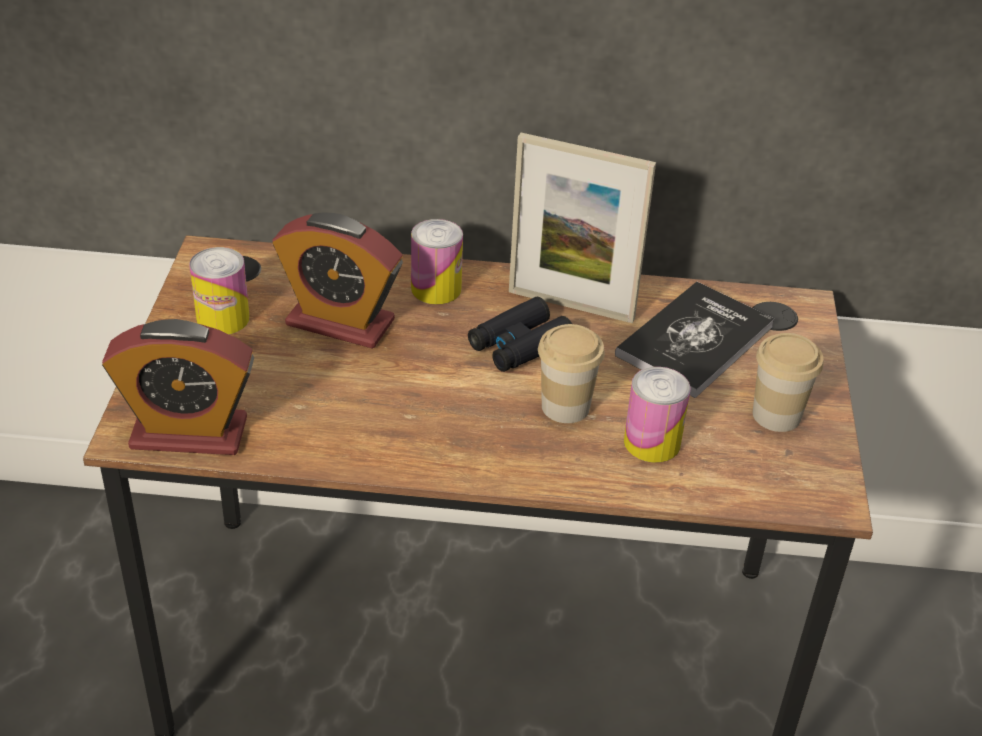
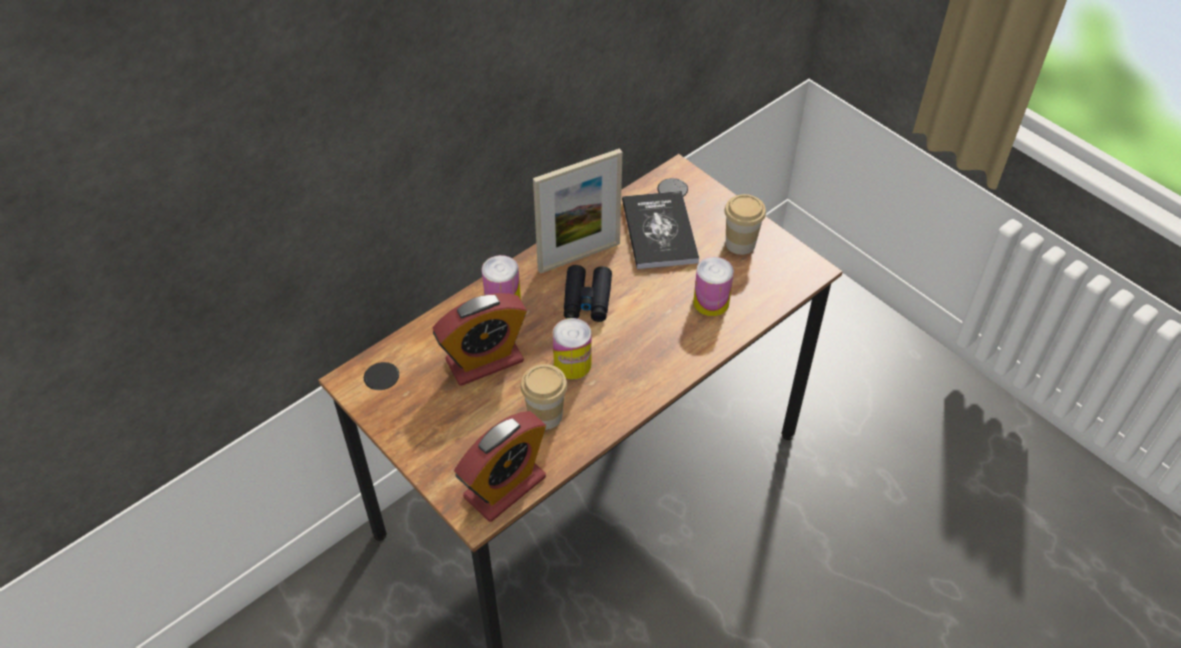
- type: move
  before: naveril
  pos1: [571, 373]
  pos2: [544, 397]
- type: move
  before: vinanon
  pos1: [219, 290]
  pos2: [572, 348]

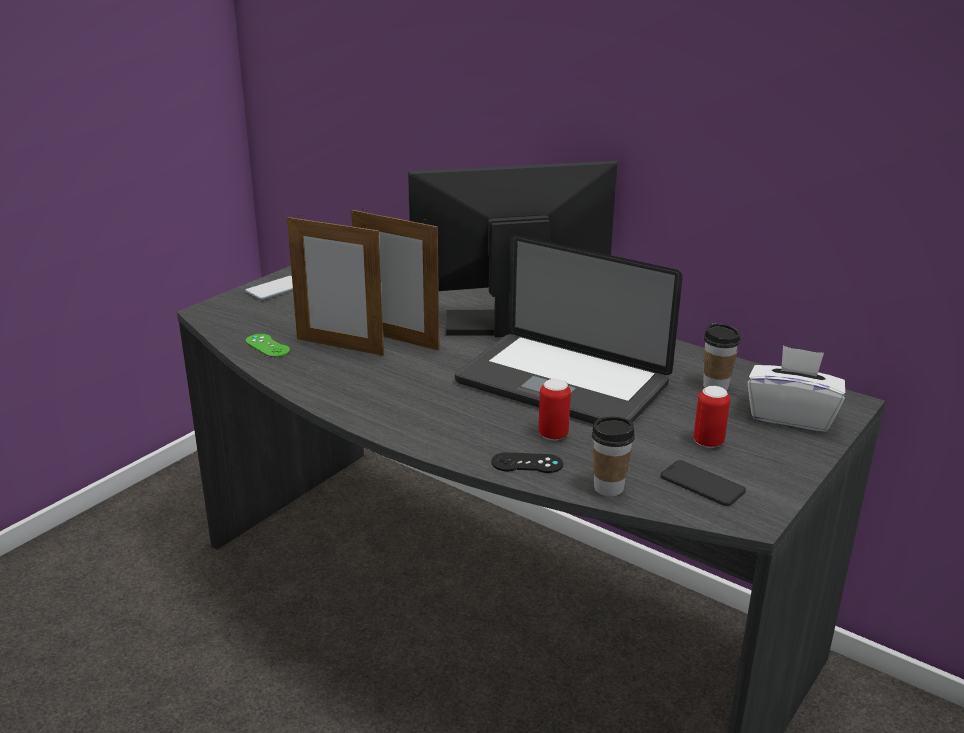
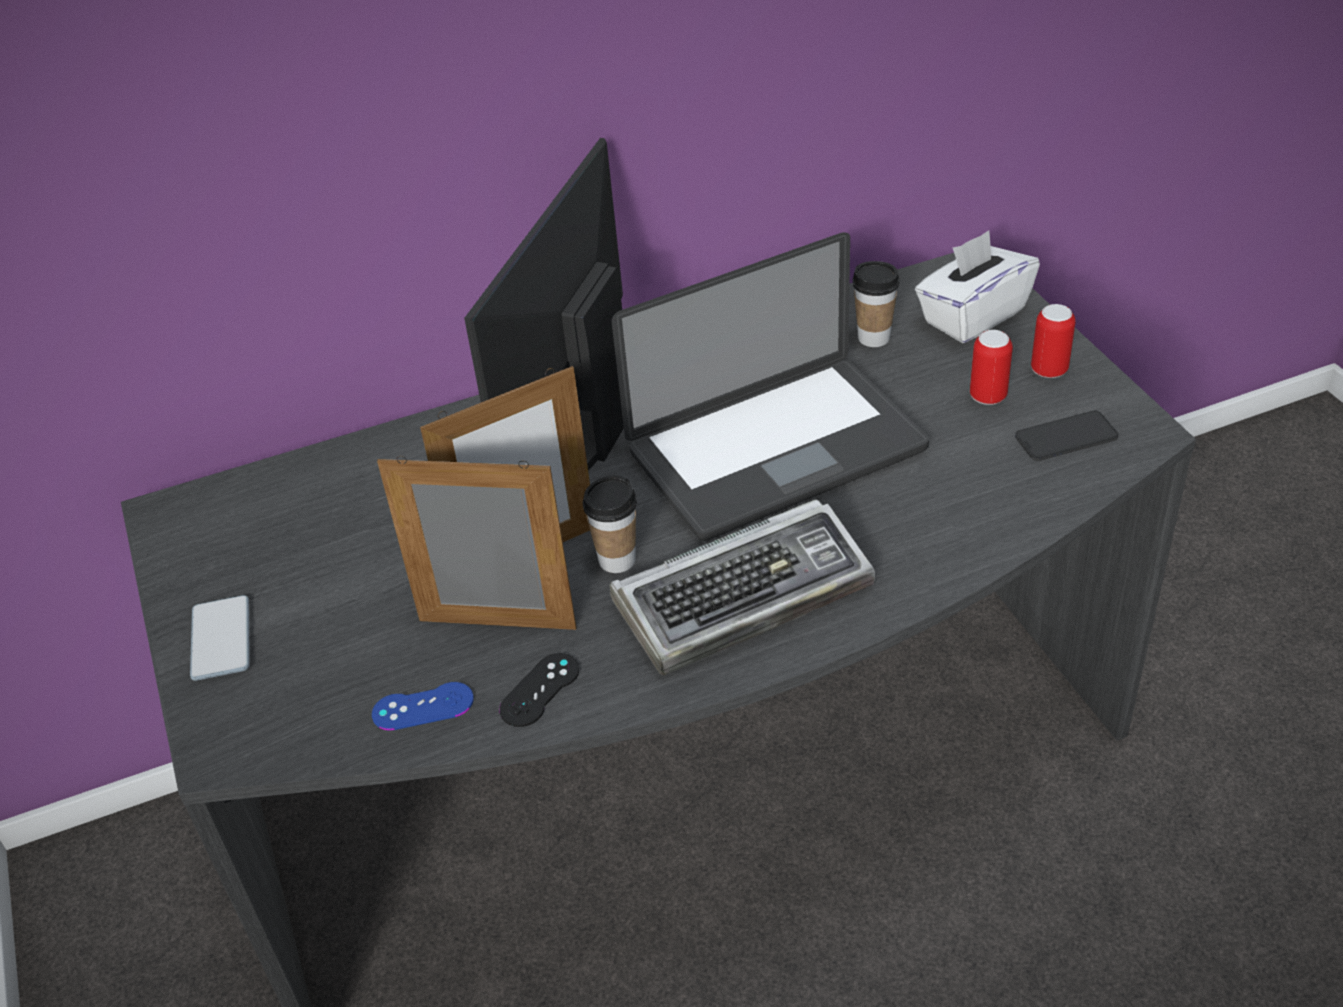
- type: recolor
  before: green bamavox
  after: blue bamavox
  pos1: [267, 346]
  pos2: [423, 706]
- type: rotate
  before: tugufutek
  pos1: [335, 285]
  pos2: [476, 543]
  turn: -135
- type: move
  before: black bamavox
  pos1: [527, 462]
  pos2: [539, 690]
- type: move
  before: naveril
  pos1: [613, 456]
  pos2: [610, 524]
- type: insert
  after: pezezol
  pos2: [742, 587]
- type: move
  before: vinanon
  pos1: [554, 409]
  pos2: [1053, 341]

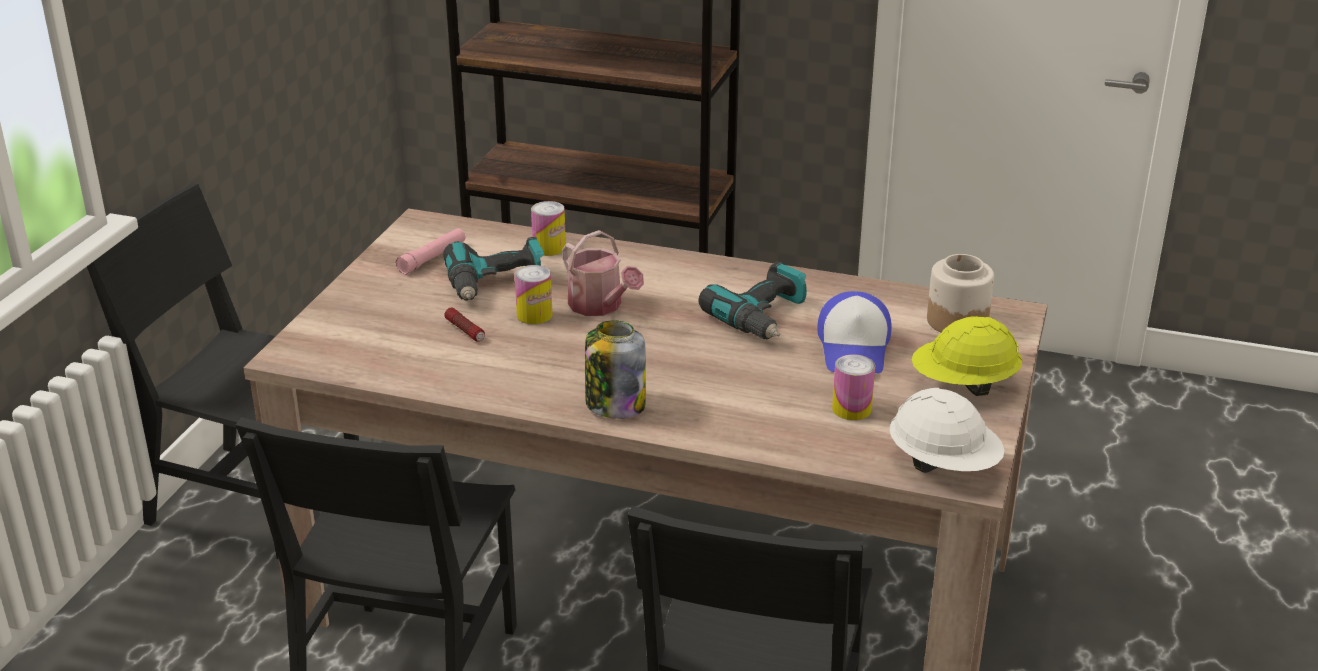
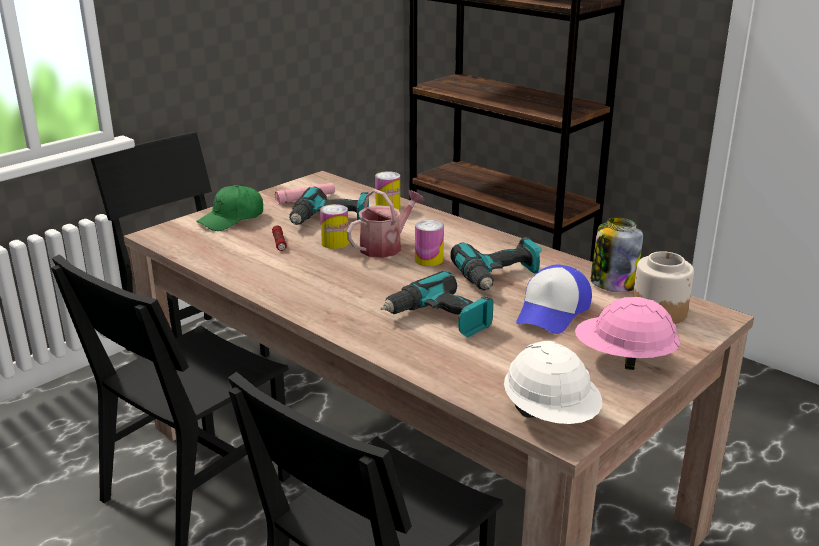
- type: insert
  after: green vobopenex
  pos2: [229, 208]
- type: rotate
  before: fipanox
  pos1: [603, 273]
  pos2: [385, 223]
  turn: -120
- type: insert
  after: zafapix
  pos2: [437, 304]
- type: move
  before: vinanon
  pos1: [853, 387]
  pos2: [429, 243]
- type: recolor
  before: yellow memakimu
  after: pink memakimu
  pos1: [967, 356]
  pos2: [627, 333]
- type: move
  before: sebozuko
  pos1: [615, 369]
  pos2: [617, 254]

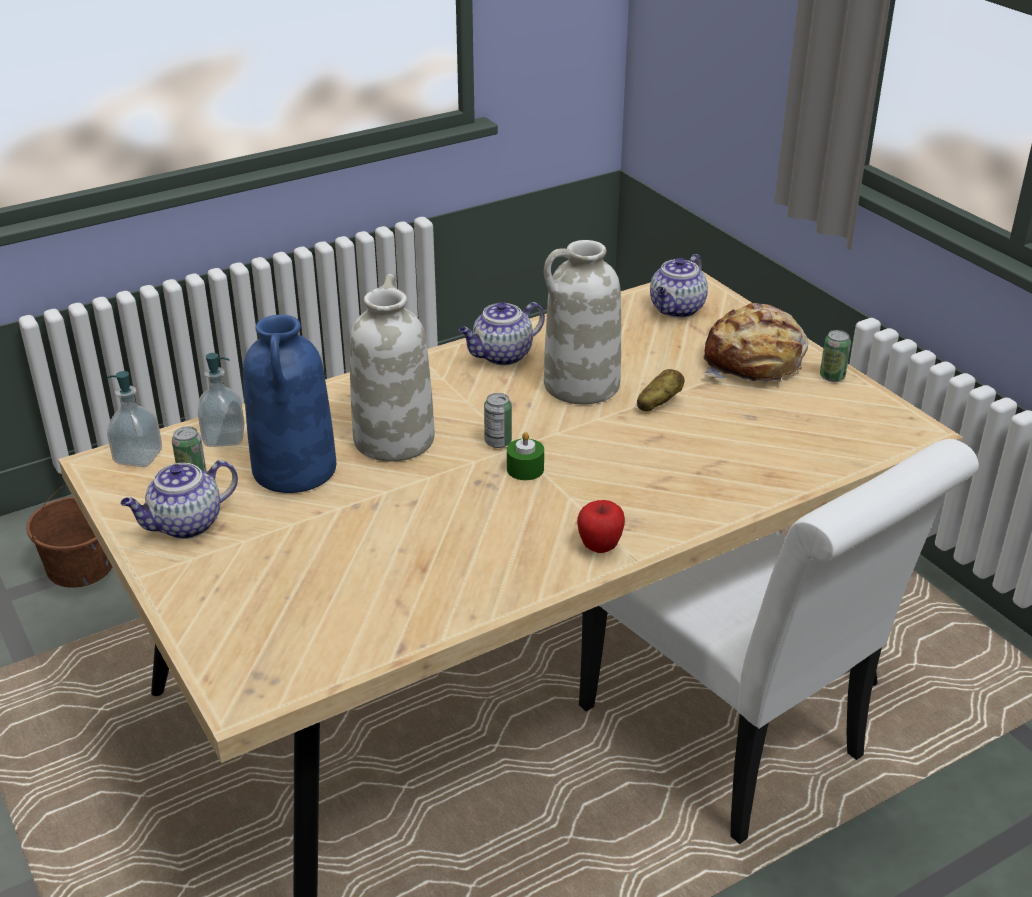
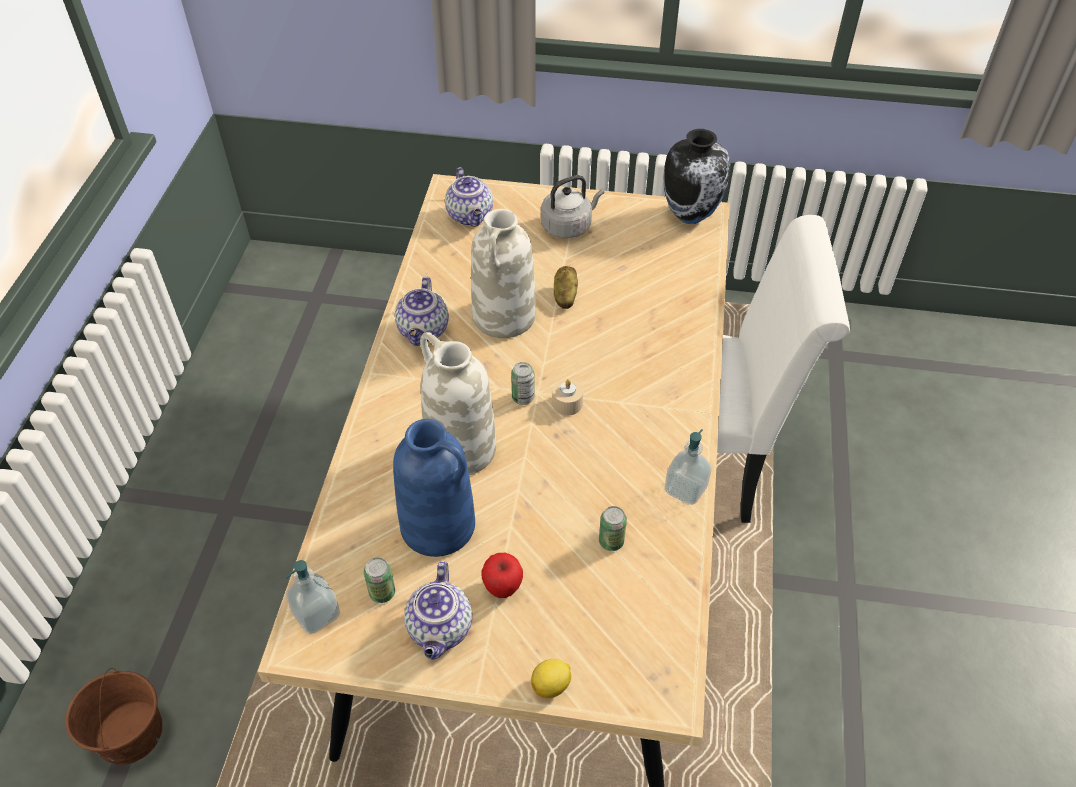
- type: move
  before: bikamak
  pos1: [601, 526]
  pos2: [502, 575]
- type: insert
  after: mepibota
  pos2: [551, 678]
- type: replace
  before: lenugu
  after: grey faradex
  pos1: [755, 343]
  pos2: [572, 206]
- type: recolor
  before: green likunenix
  after: beige likunenix
  pos1: [525, 456]
  pos2: [567, 397]
- type: move
  before: vinanon
  pos1: [835, 356]
  pos2: [613, 528]
- type: insert
  after: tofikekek
  pos2: [697, 176]
- type: move
  before: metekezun
  pos1: [221, 400]
  pos2: [688, 467]

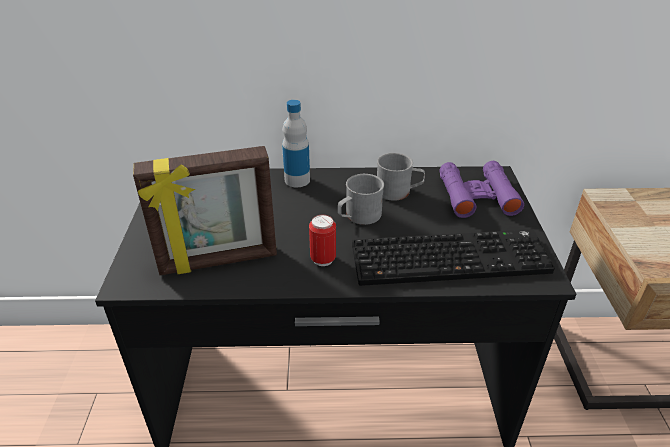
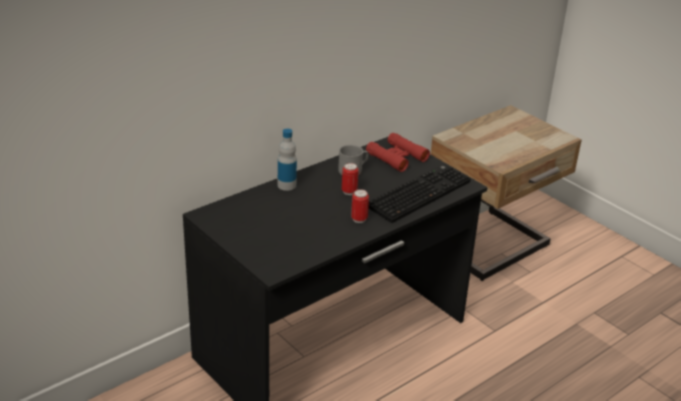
- type: replace
  before: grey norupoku
  after: vinanon
  pos1: [361, 199]
  pos2: [350, 179]
- type: recolor
  before: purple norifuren
  after: red norifuren
  pos1: [482, 189]
  pos2: [398, 152]
- type: delete
  before: tugufutek
  pos1: [205, 210]

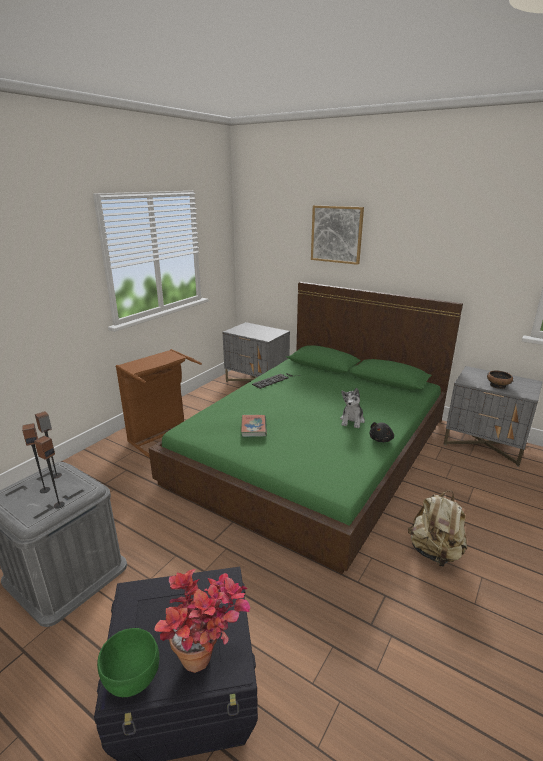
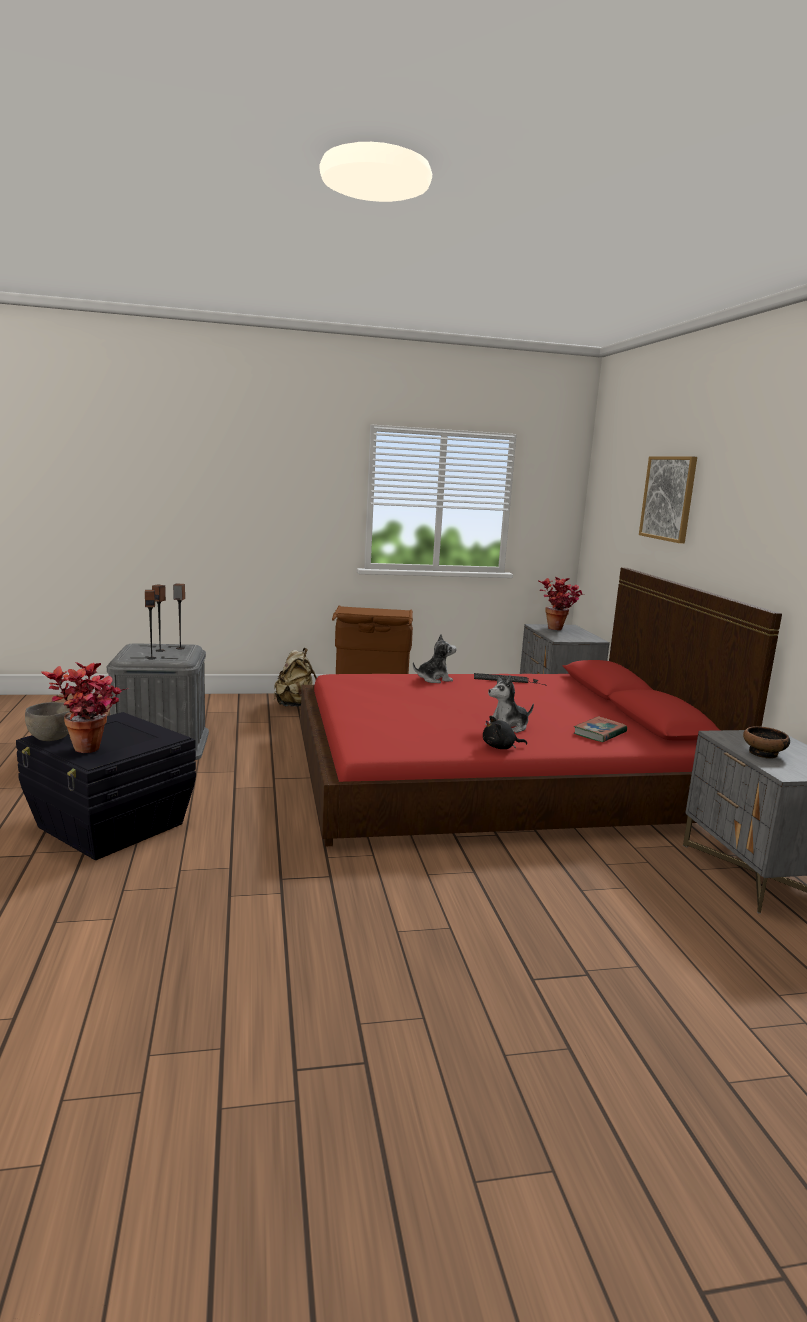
- type: recolor
  before: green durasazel
  after: grey durasazel
  pos1: [128, 662]
  pos2: [47, 721]
- type: move
  before: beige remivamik
  pos1: [437, 529]
  pos2: [295, 677]
- type: recolor
  before: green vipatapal
  after: red vipatapal
  pos1: [306, 428]
  pos2: [541, 707]
- type: insert
  after: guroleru
  pos2: [435, 658]
- type: insert
  after: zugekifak
  pos2: [560, 603]
- type: move
  before: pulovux
  pos1: [254, 426]
  pos2: [600, 729]

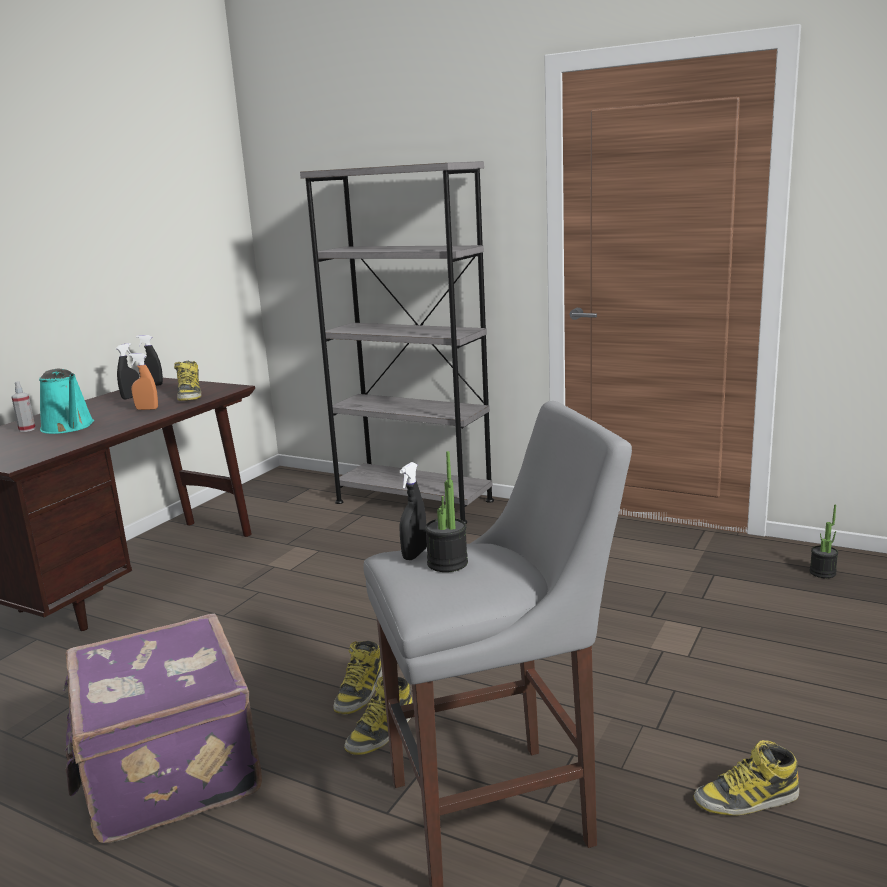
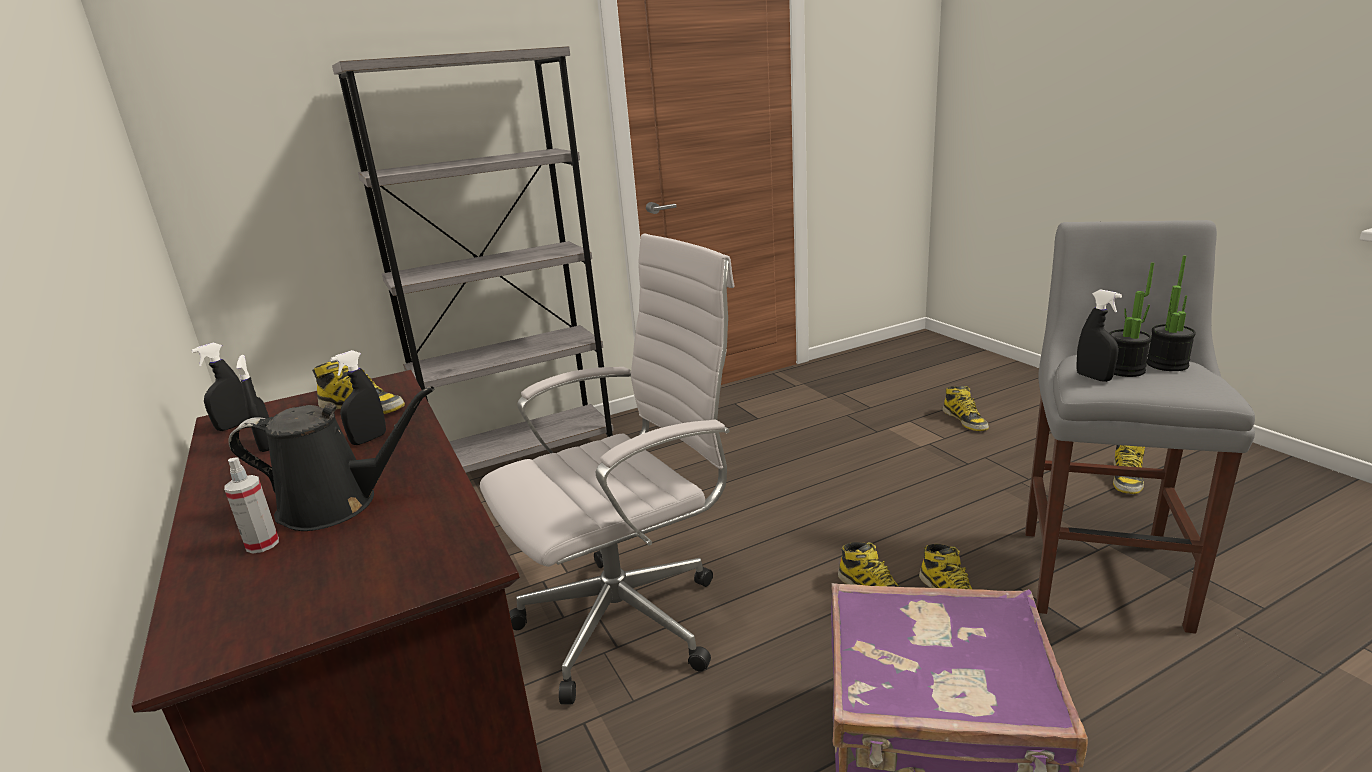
- type: recolor
  before: turquoise fipanox
  after: black fipanox
  pos1: [66, 401]
  pos2: [331, 458]
- type: recolor
  before: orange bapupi
  after: black bapupi
  pos1: [143, 381]
  pos2: [358, 397]
- type: insert
  after: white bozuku
  pos2: [607, 469]
- type: insert
  after: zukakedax
  pos2: [966, 408]
- type: move
  before: zugekifak
  pos1: [823, 541]
  pos2: [1171, 313]

